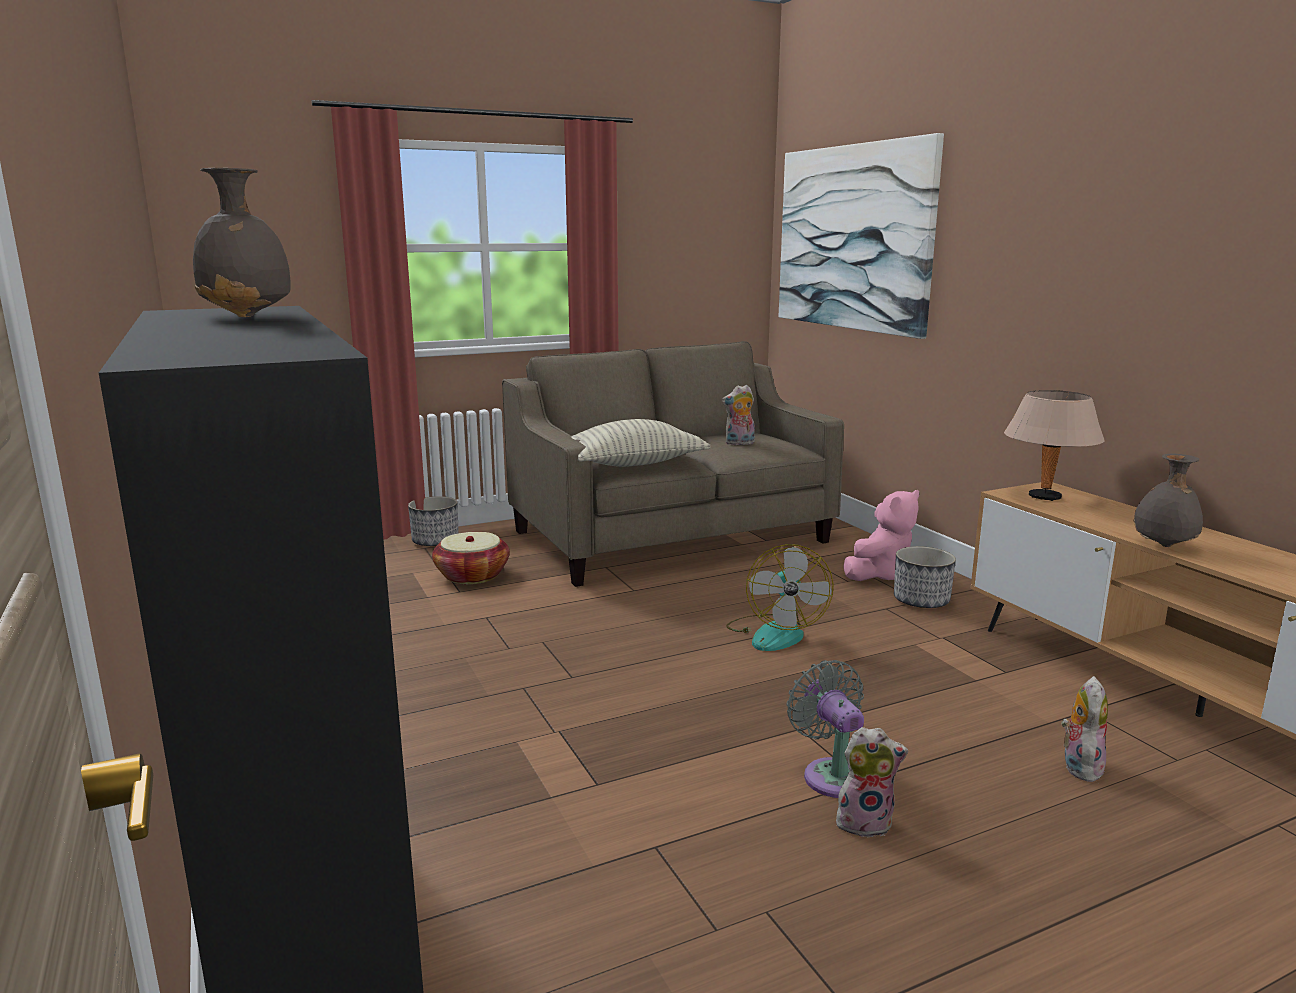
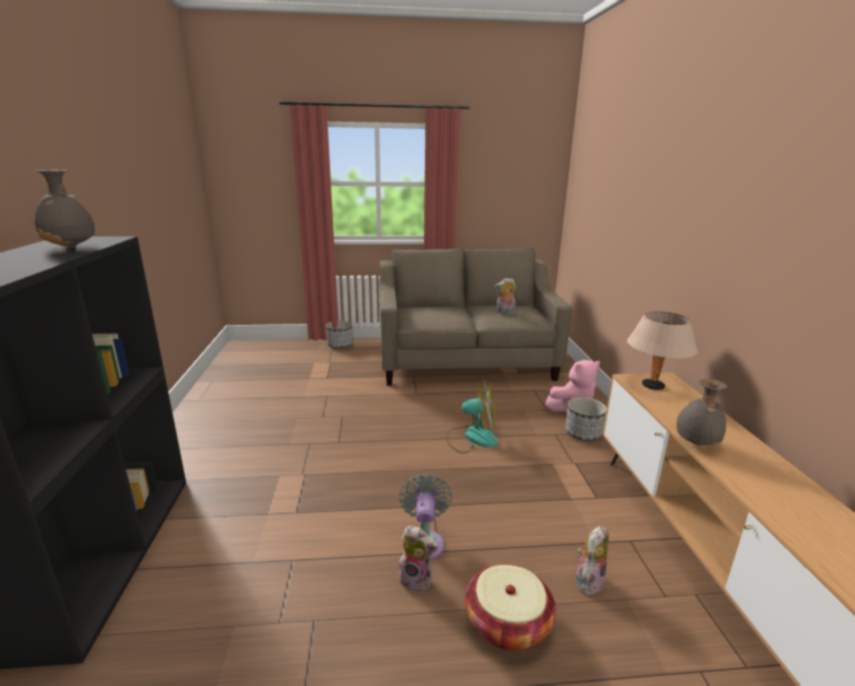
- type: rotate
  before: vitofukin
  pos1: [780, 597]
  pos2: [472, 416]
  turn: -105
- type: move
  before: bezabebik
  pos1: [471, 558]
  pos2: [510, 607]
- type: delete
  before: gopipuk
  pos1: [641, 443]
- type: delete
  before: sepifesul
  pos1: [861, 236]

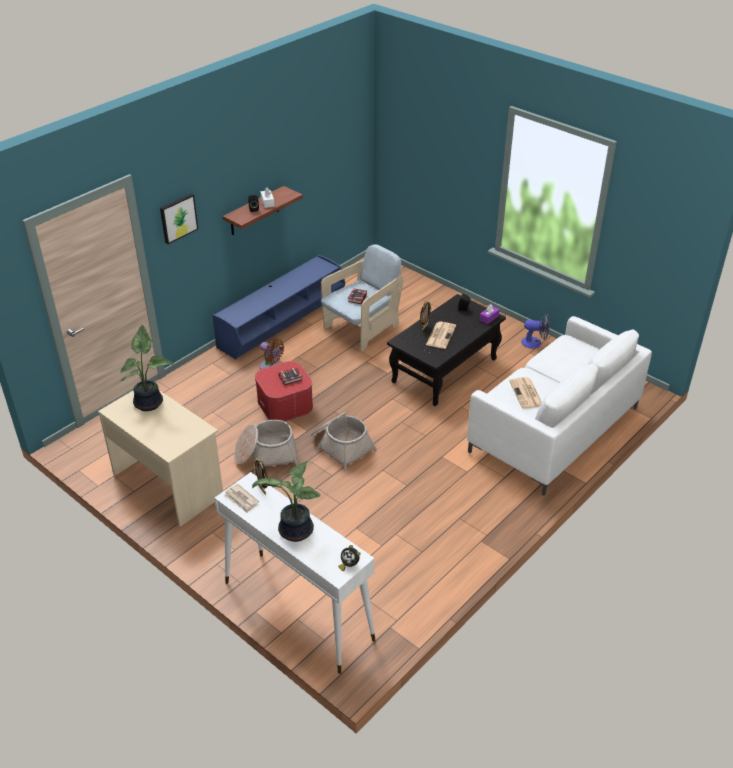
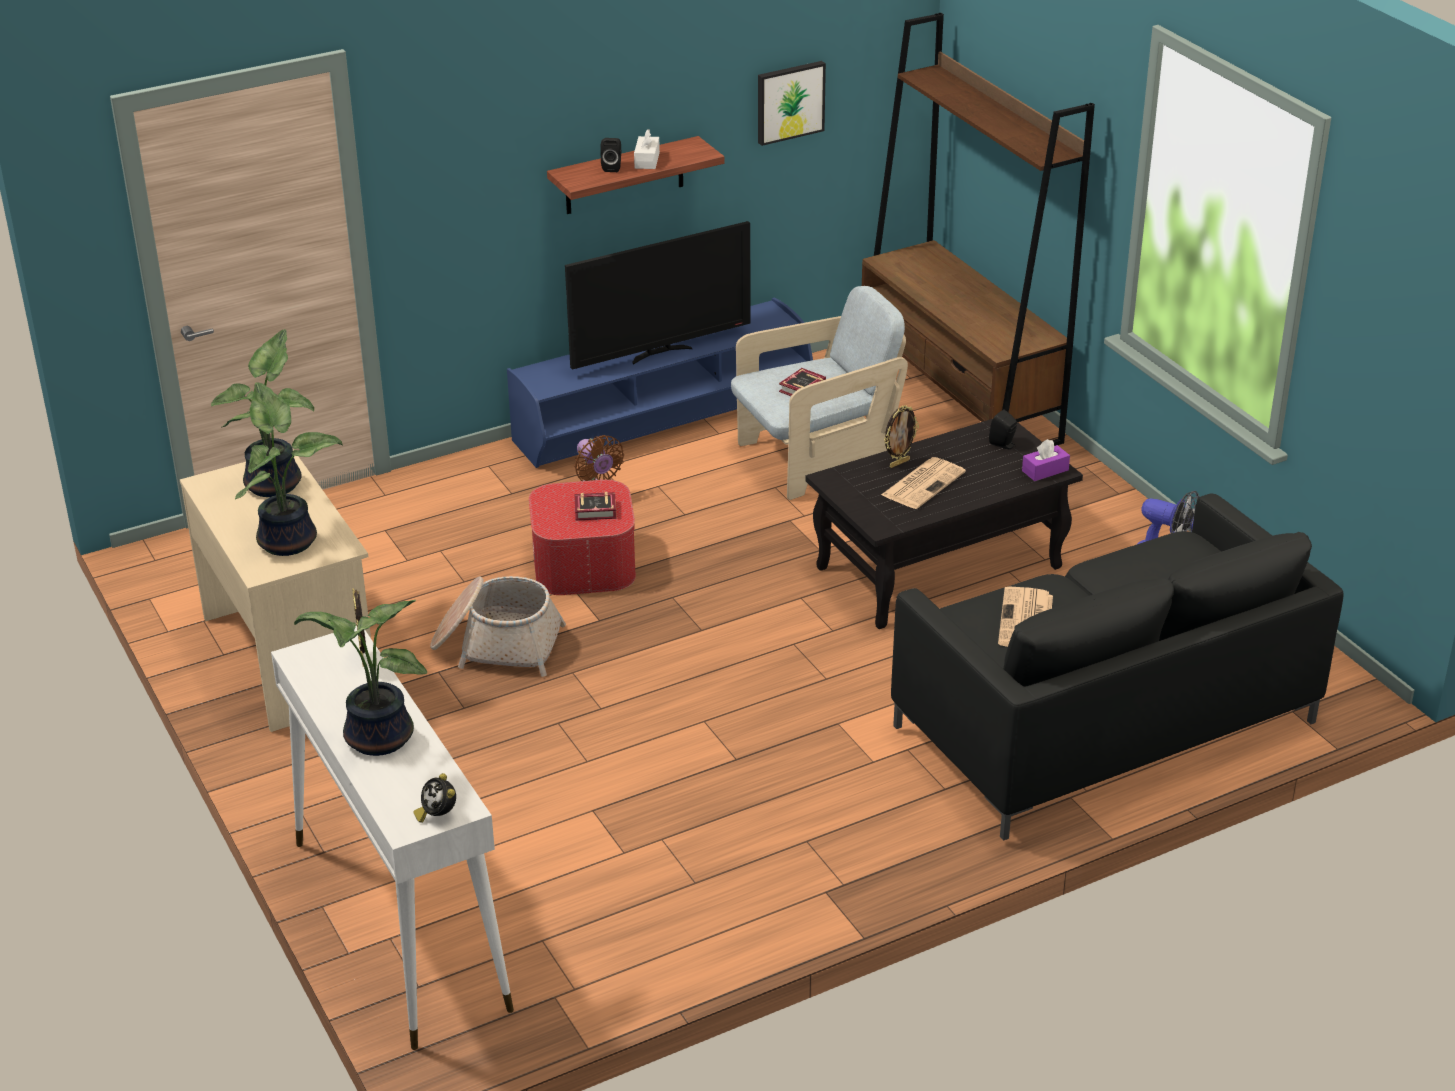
- type: insert
  after: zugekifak
  pos2: [289, 469]
- type: insert
  after: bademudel
  pos2: [657, 295]
- type: move
  before: sepifesul
  pos1: [179, 219]
  pos2: [792, 103]
- type: insert
  after: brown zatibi
  pos2: [978, 229]
- type: recolor
  before: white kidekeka
  after: black kidekeka
  pos1: [559, 406]
  pos2: [1117, 667]
- type: delete
  before: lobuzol
  pos1: [241, 498]
- type: delete
  before: bezabebik
  pos1: [344, 441]

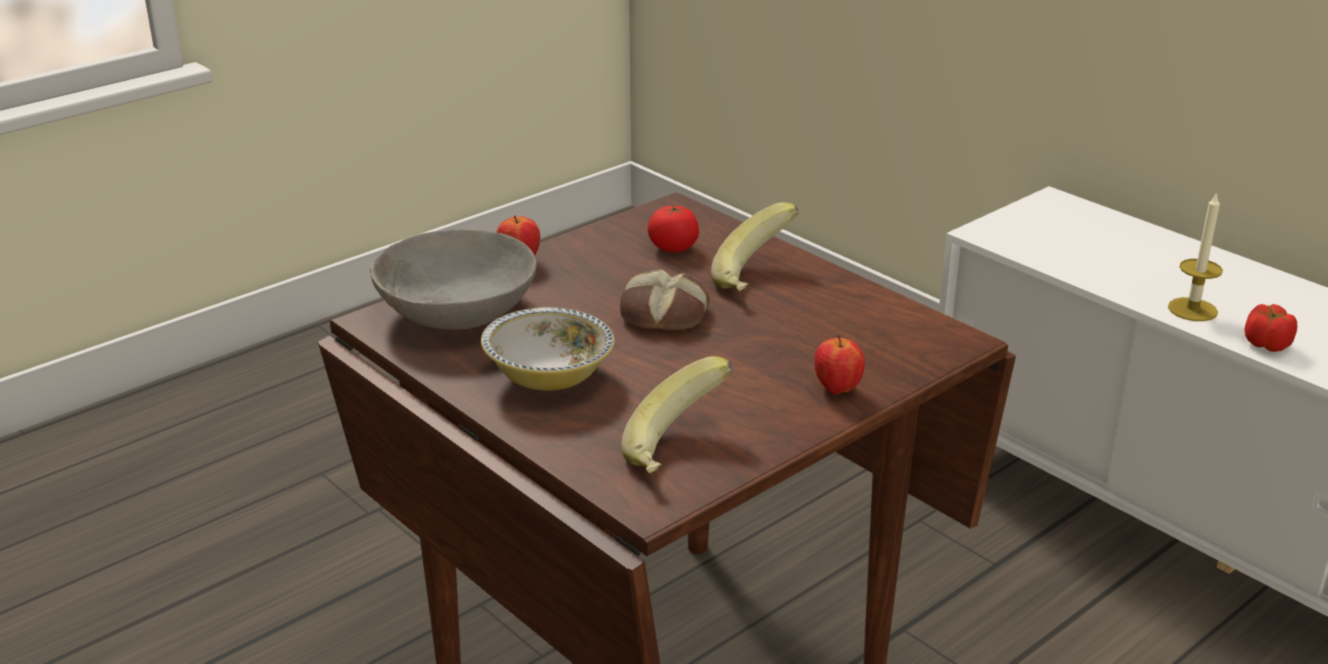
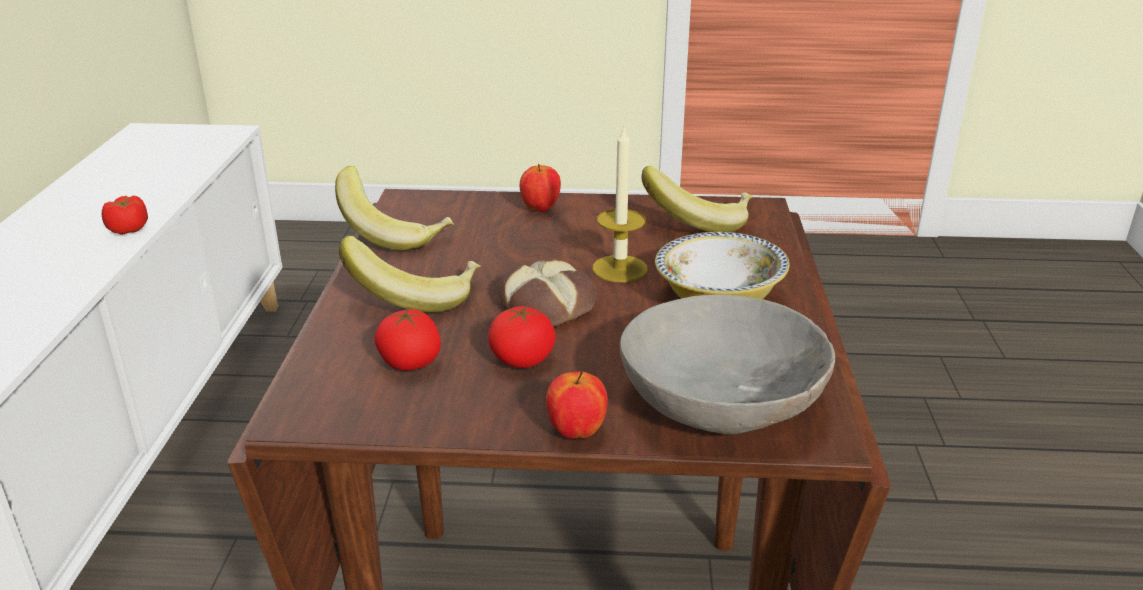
- type: insert
  after: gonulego
  pos2: [394, 208]
- type: insert
  after: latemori
  pos2: [522, 336]
- type: move
  before: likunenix
  pos1: [1195, 256]
  pos2: [620, 205]

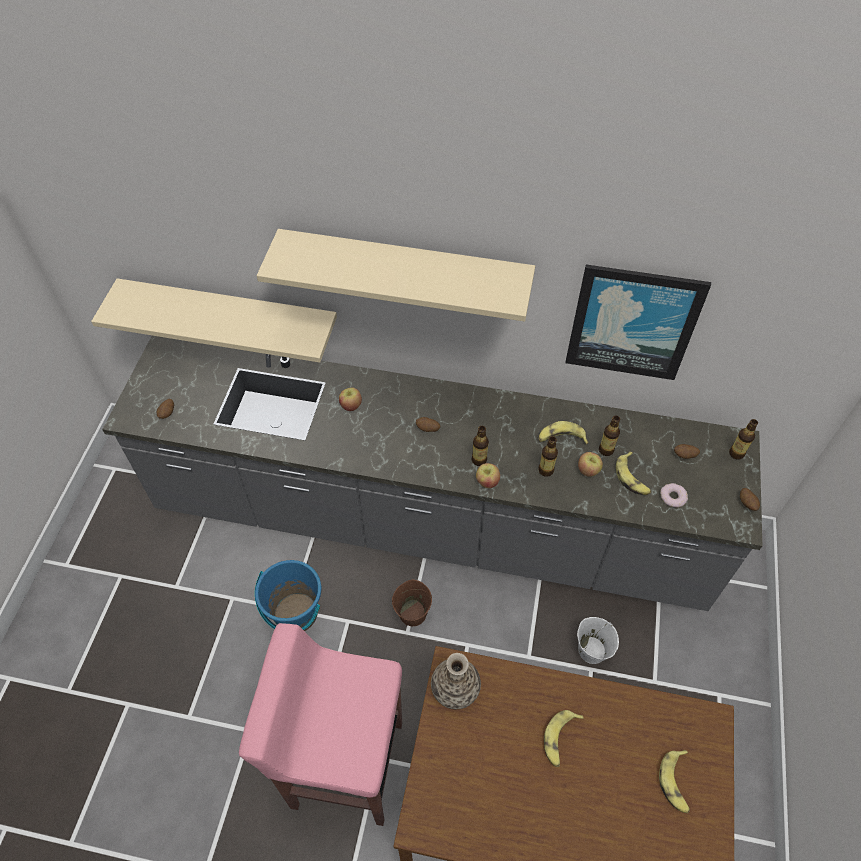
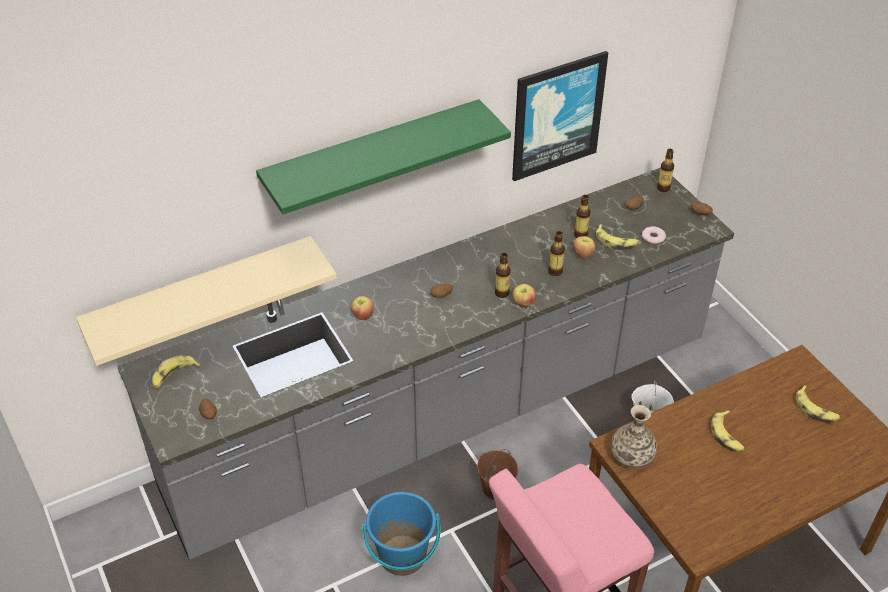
- type: move
  before: gonulego
  pos1: [563, 432]
  pos2: [176, 372]
- type: recolor
  before: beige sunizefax
  after: green sunizefax
  pos1: [396, 275]
  pos2: [383, 156]

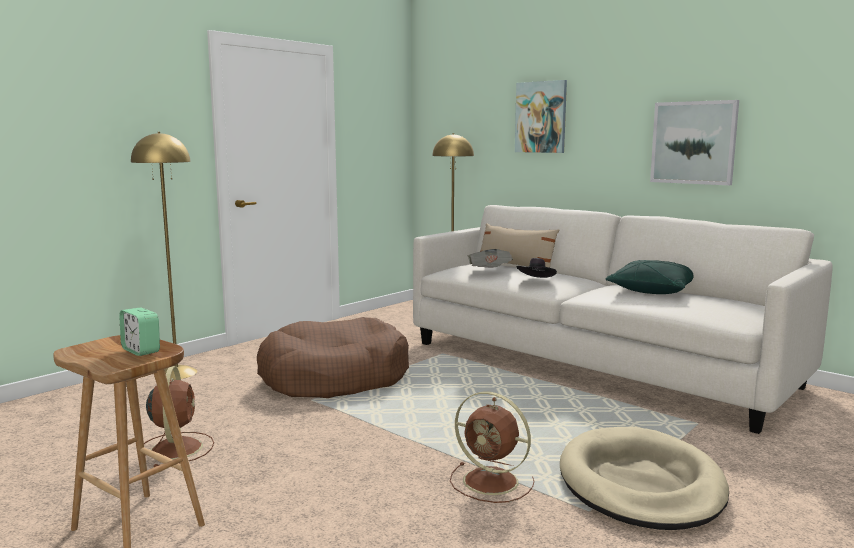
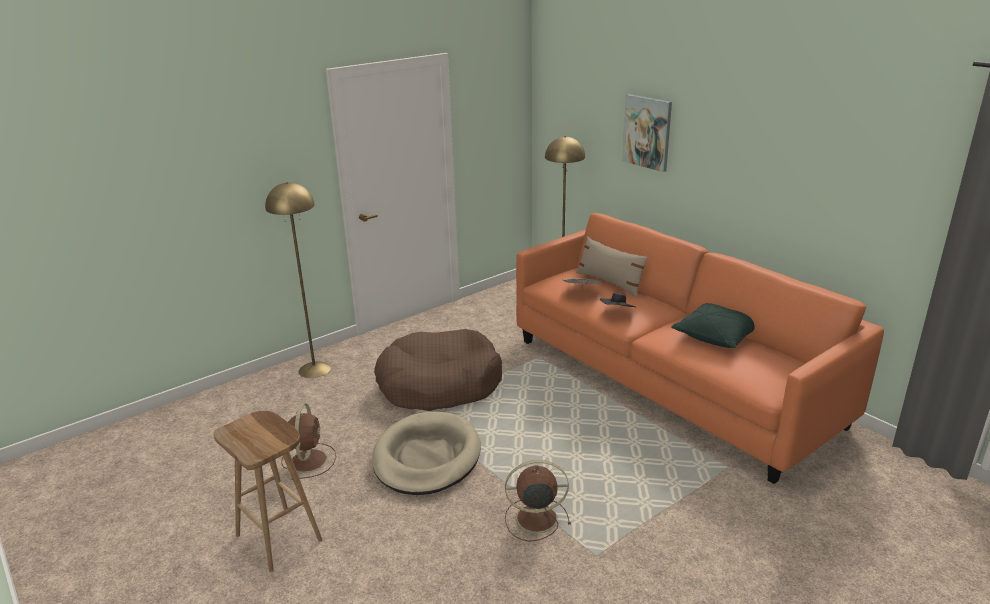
- type: move
  before: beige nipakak
  pos1: [644, 478]
  pos2: [426, 453]
- type: rotate
  before: brown vitofukin
  pos1: [492, 447]
  pos2: [538, 501]
  turn: 135
- type: recolor
  before: white kidekeka
  after: orange kidekeka
  pos1: [622, 319]
  pos2: [700, 348]
- type: delete
  before: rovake
  pos1: [139, 332]
- type: delete
  before: sepifesul
  pos1: [694, 142]

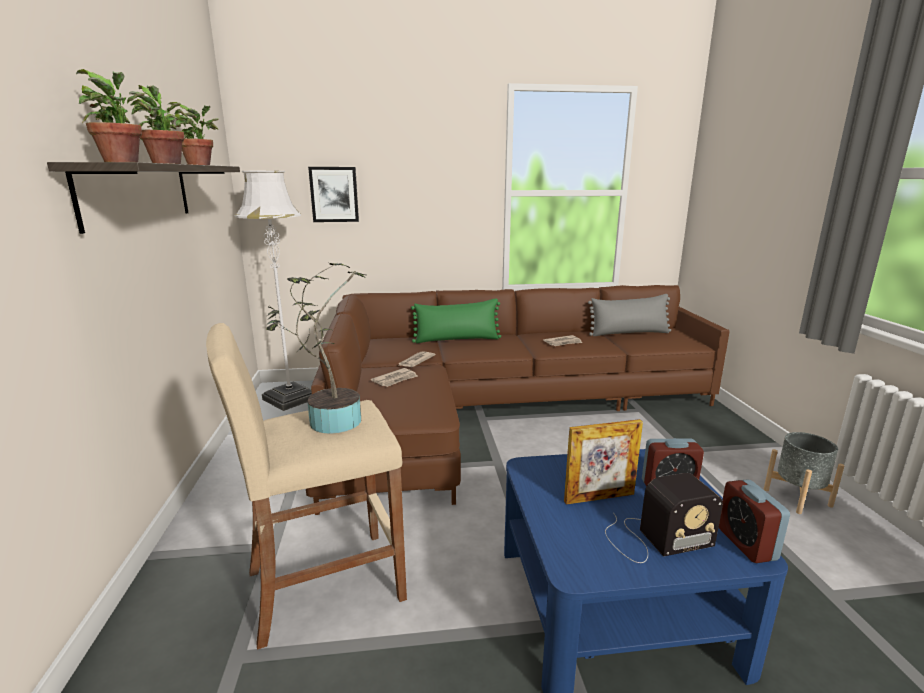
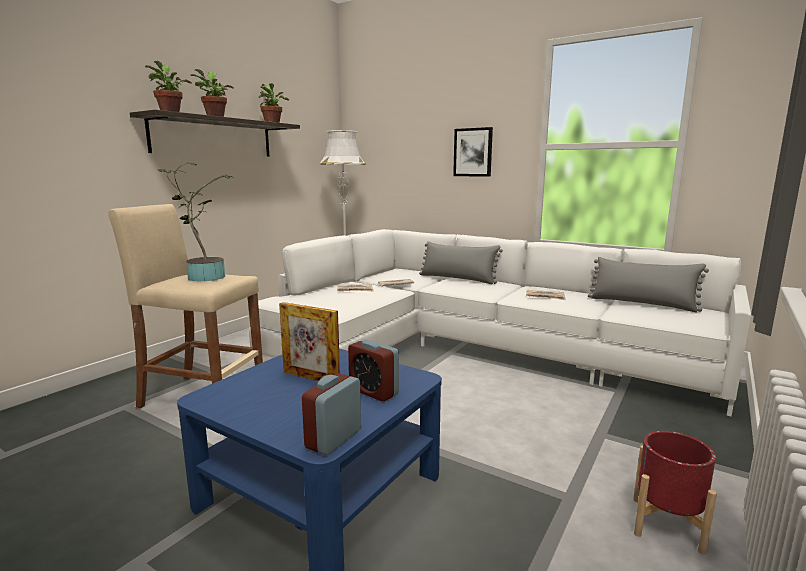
- type: recolor
  before: brown kidekeka
  after: white kidekeka
  pos1: [518, 400]
  pos2: [499, 322]
- type: recolor
  before: green gopipuk
  after: grey gopipuk
  pos1: [456, 320]
  pos2: [461, 262]
- type: move
  before: sepifesul
  pos1: [333, 194]
  pos2: [473, 152]
- type: recolor
  before: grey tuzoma
  after: red tuzoma
  pos1: [804, 473]
  pos2: [675, 493]
- type: delete
  before: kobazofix
  pos1: [664, 518]

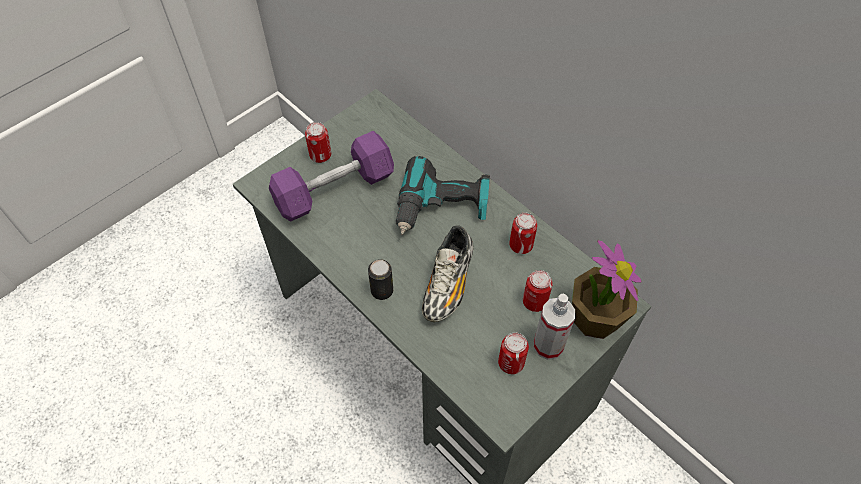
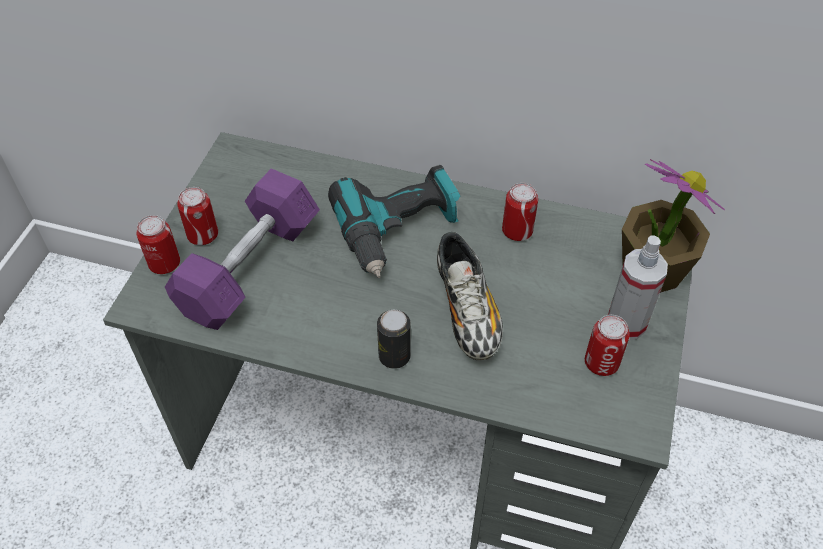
- type: move
  before: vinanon
  pos1: [538, 291]
  pos2: [158, 244]

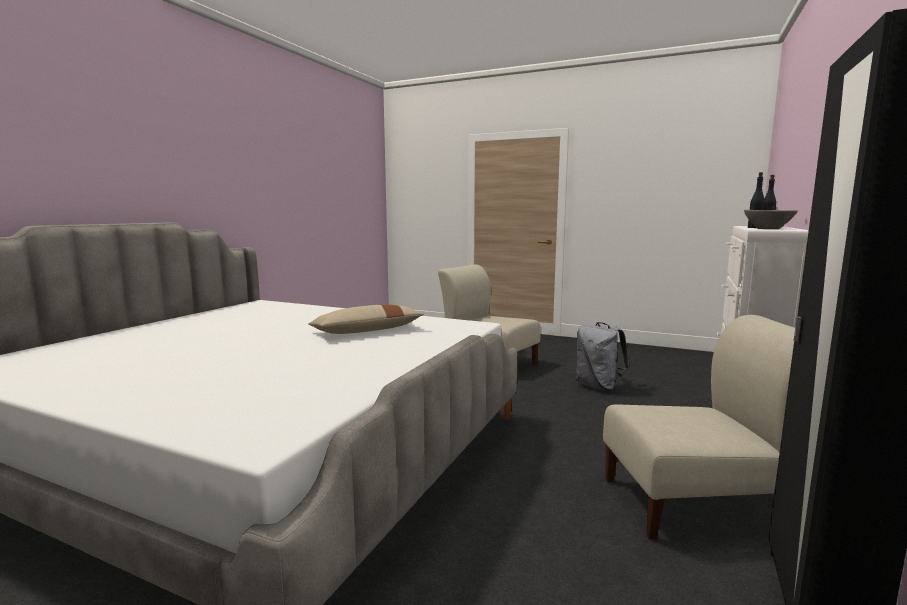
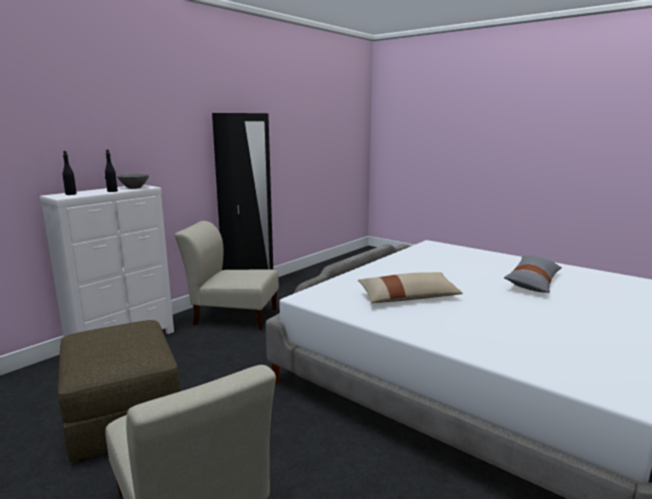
- type: replace
  before: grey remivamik
  after: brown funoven
  pos1: [602, 356]
  pos2: [119, 391]
- type: insert
  after: grey gopipuk
  pos2: [533, 274]

